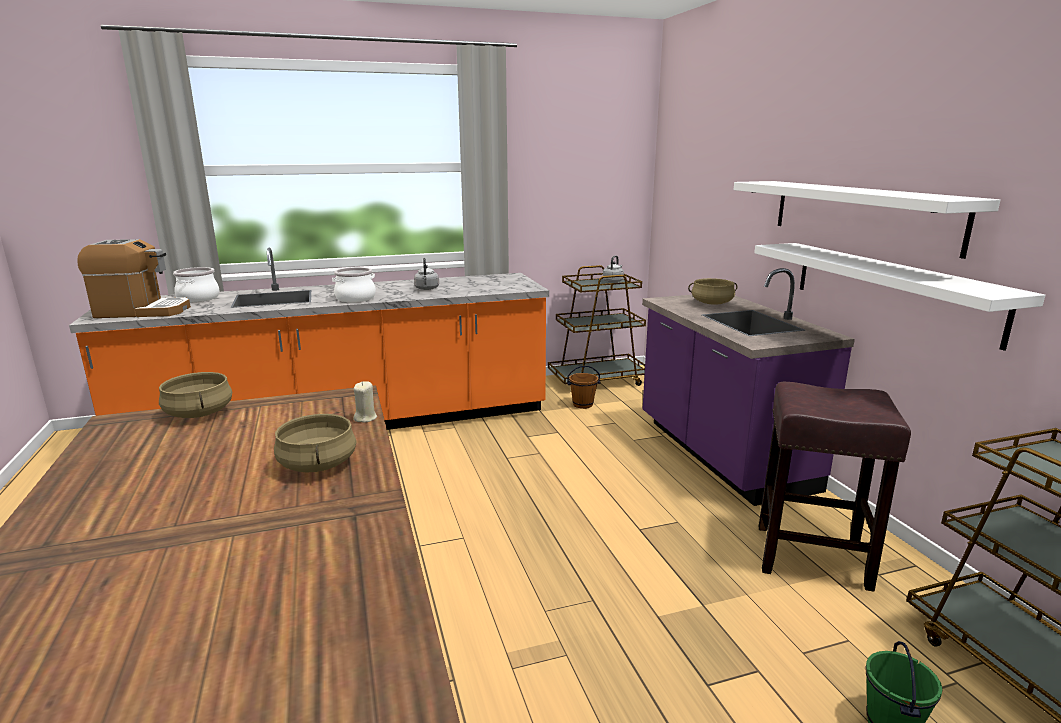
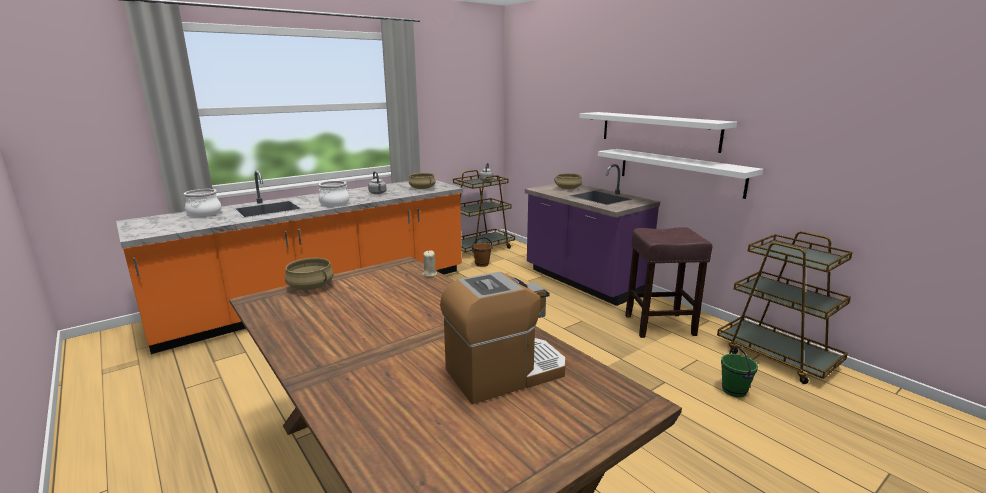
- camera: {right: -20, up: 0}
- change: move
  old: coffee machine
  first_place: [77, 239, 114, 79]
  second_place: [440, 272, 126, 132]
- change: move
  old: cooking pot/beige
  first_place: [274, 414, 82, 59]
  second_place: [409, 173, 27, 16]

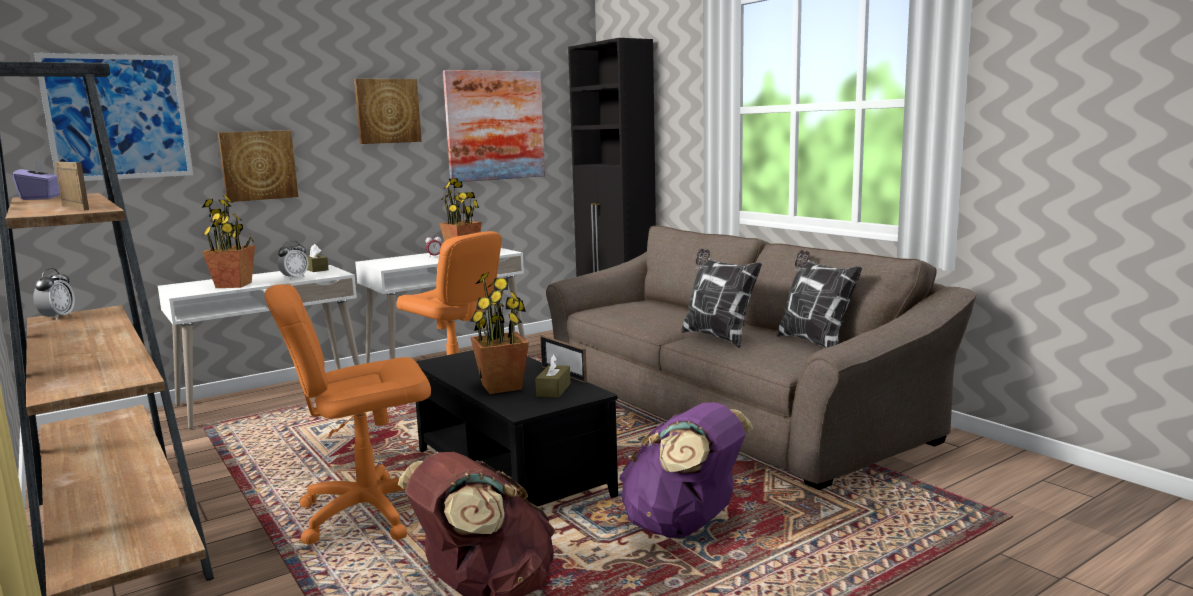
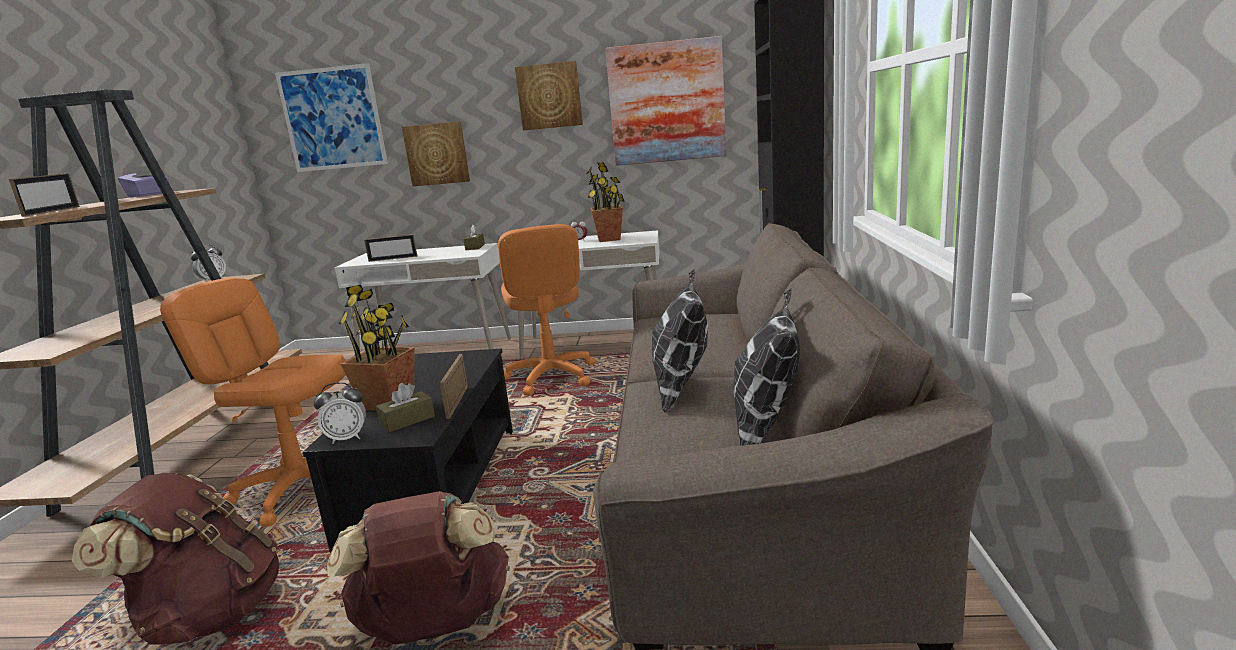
- camera: {right: 40, up: 5}
- change: replace
  old: potted plant
  new: picture frame
  first_place: [202, 195, 53, 93]
  second_place: [364, 234, 53, 28]
- change: move
  old: alarm clock
  first_place: [278, 240, 30, 40]
  second_place: [314, 382, 52, 62]
- change: recolor
  old: backpack/purple
  new: backpack/brown
  first_place: [619, 402, 134, 136]
  second_place: [327, 491, 183, 154]

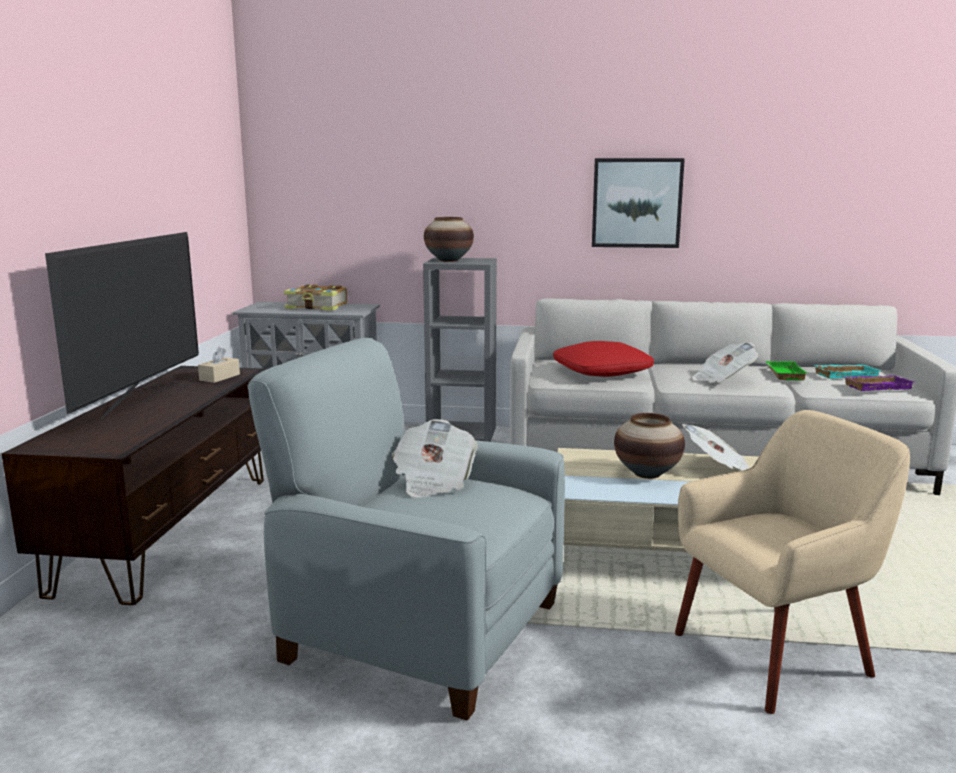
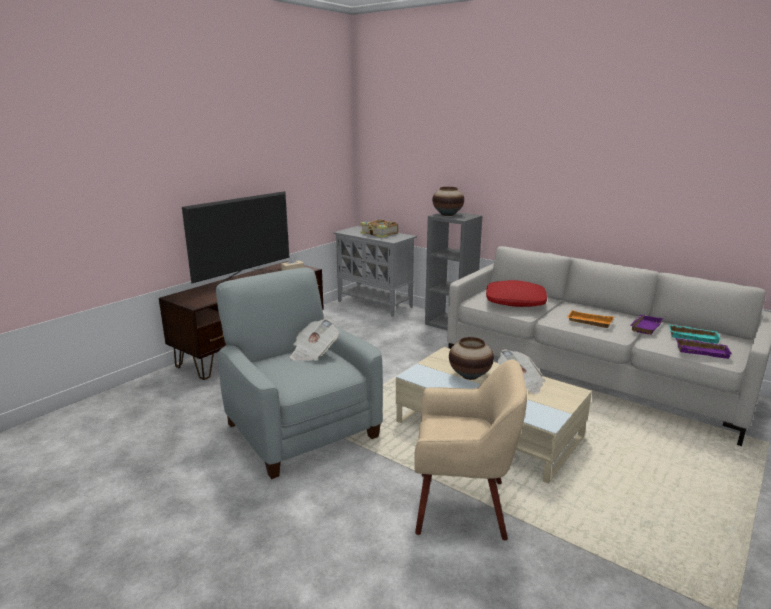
- camera: {right: 30, up: 5}
- change: delete
  old: picture
  first_place: [592, 158, 93, 90]
- change: replace
  old: newspaper
  new: tray/orange
  first_place: [692, 342, 66, 41]
  second_place: [567, 310, 47, 18]
- change: recolor
  old: tray/green
  new: tray/purple
  first_place: [765, 361, 44, 20]
  second_place: [630, 315, 33, 20]

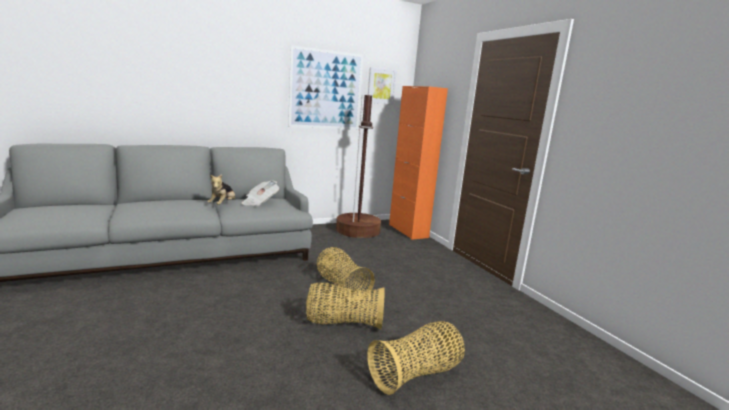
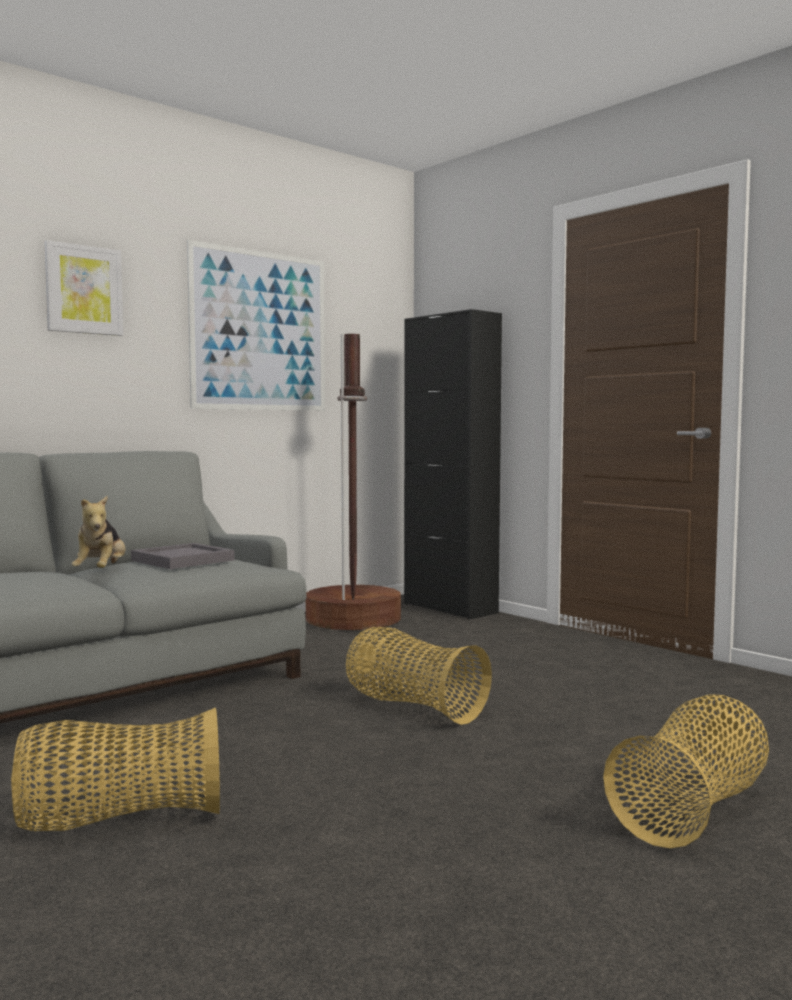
- camera: {right: -15, up: -10}
- change: move
  old: picture
  first_place: [368, 67, 29, 37]
  second_place: [44, 240, 79, 96]
- change: recolor
  old: cabinet/orange
  new: cabinet/black
  first_place: [389, 86, 59, 154]
  second_place: [404, 309, 98, 310]
- change: replace
  old: newspaper
  new: tray/grey
  first_place: [242, 181, 37, 25]
  second_place: [131, 543, 104, 26]
- change: move
  old: basket
  first_place: [306, 283, 79, 46]
  second_place: [11, 707, 209, 124]

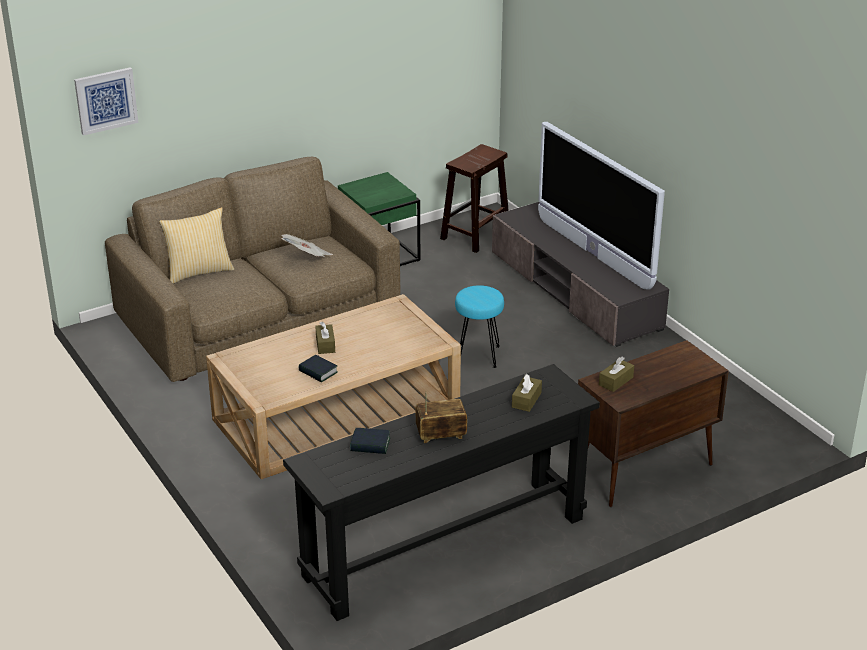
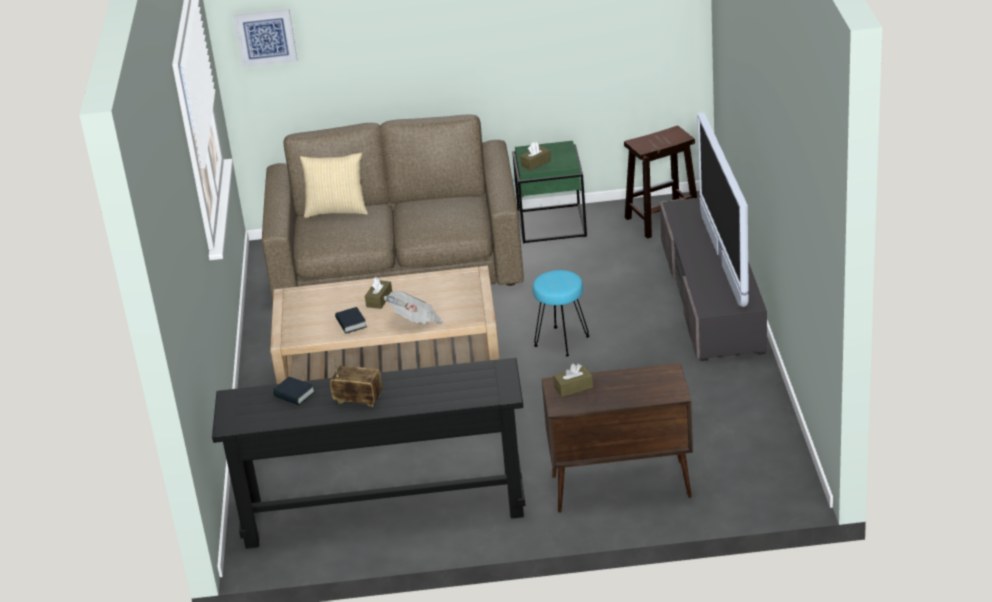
- camera: {right: 30, up: 0}
- change: move
  old: newspaper
  first_place: [281, 234, 52, 23]
  second_place: [384, 291, 59, 33]
- change: move
  old: tissue box/brown
  first_place: [512, 374, 30, 38]
  second_place: [520, 142, 31, 29]

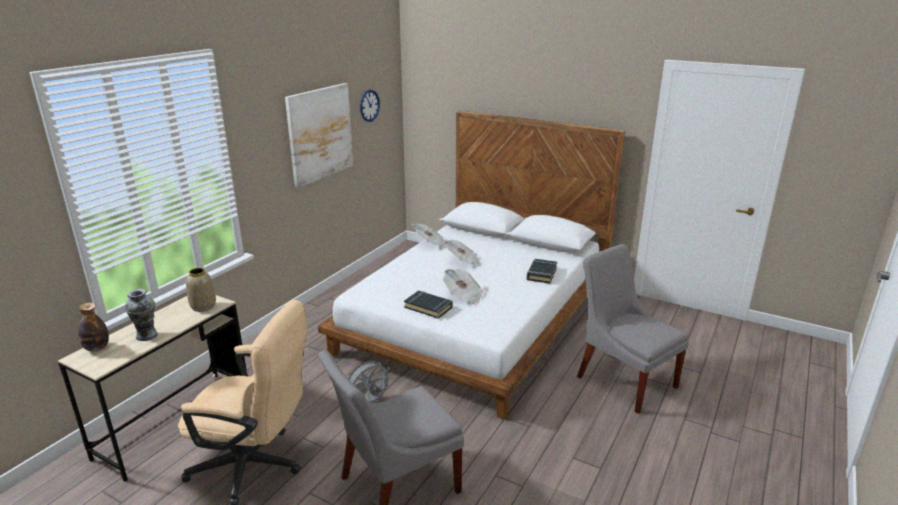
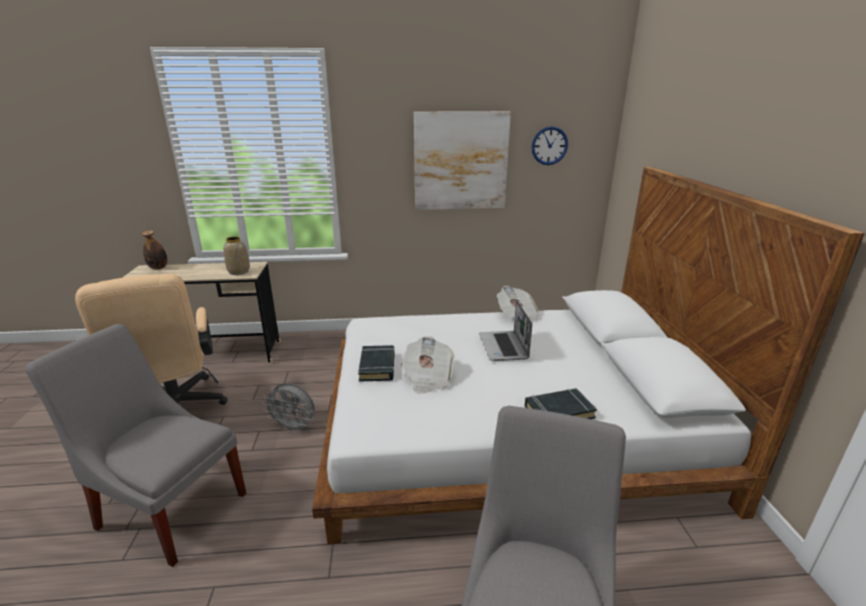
- camera: {right: 55, up: 0}
- change: replace
  old: newspaper
  new: laptop
  first_place: [444, 240, 37, 25]
  second_place: [479, 300, 53, 61]
- change: delete
  old: vase
  first_place: [125, 289, 33, 52]

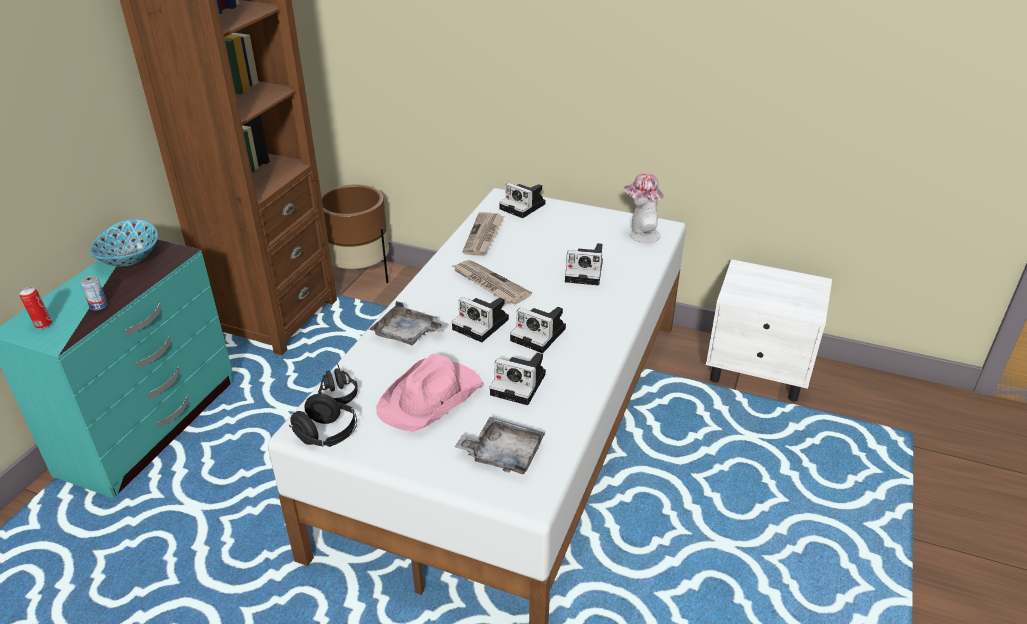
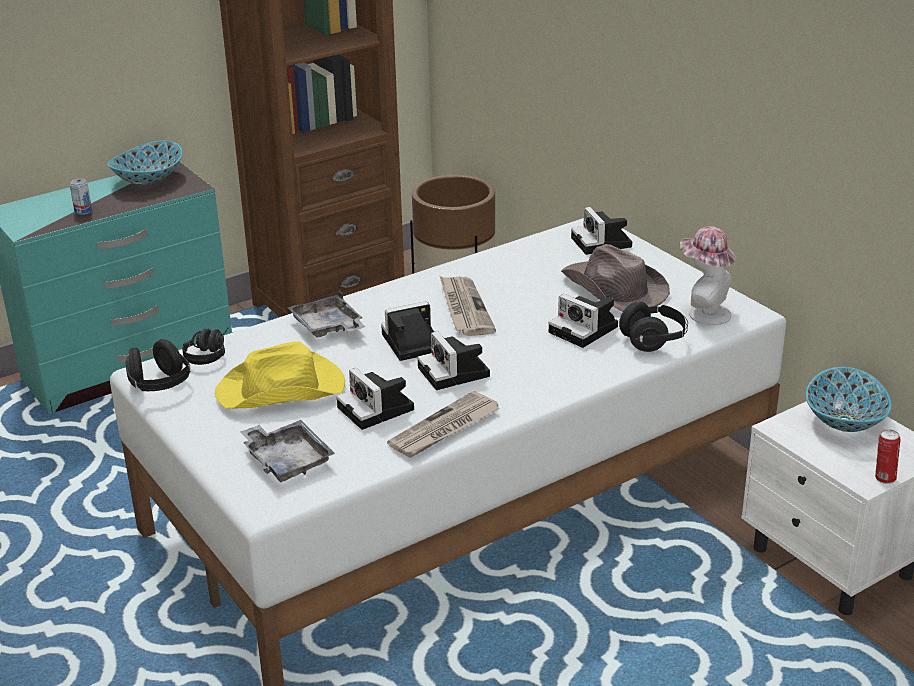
- camera: {right: 35, up: -5}
- change: move
  old: newspaper
  first_place: [462, 212, 42, 44]
  second_place: [387, 391, 113, 67]
- change: move
  old: can
  first_place: [19, 287, 33, 42]
  second_place: [875, 430, 26, 54]
- change: rotate
  old: photo camera
  first_place: [452, 297, 57, 45]
  second_place: [381, 302, 53, 59]
  degrees: 90
- change: recolor
  old: hat/pink
  new: hat/yellow
  first_place: [376, 354, 108, 78]
  second_place: [215, 341, 130, 68]
- change: insert
  new: hat/brown
  second_place: [561, 244, 109, 68]
- change: insert
  new: headphones/black
  second_place: [619, 302, 69, 50]
- change: insert
  new: bowl
  second_place: [806, 367, 86, 65]

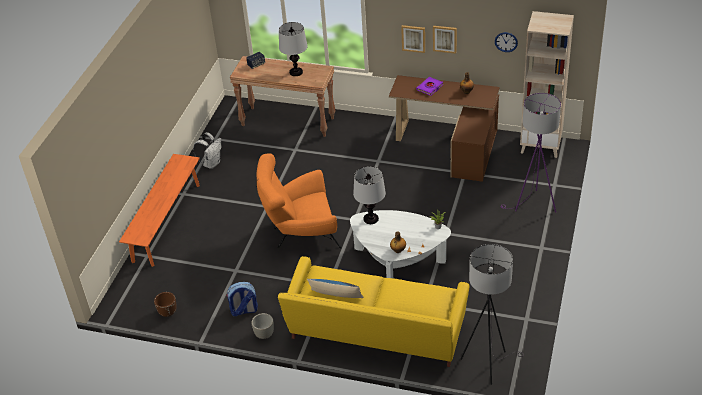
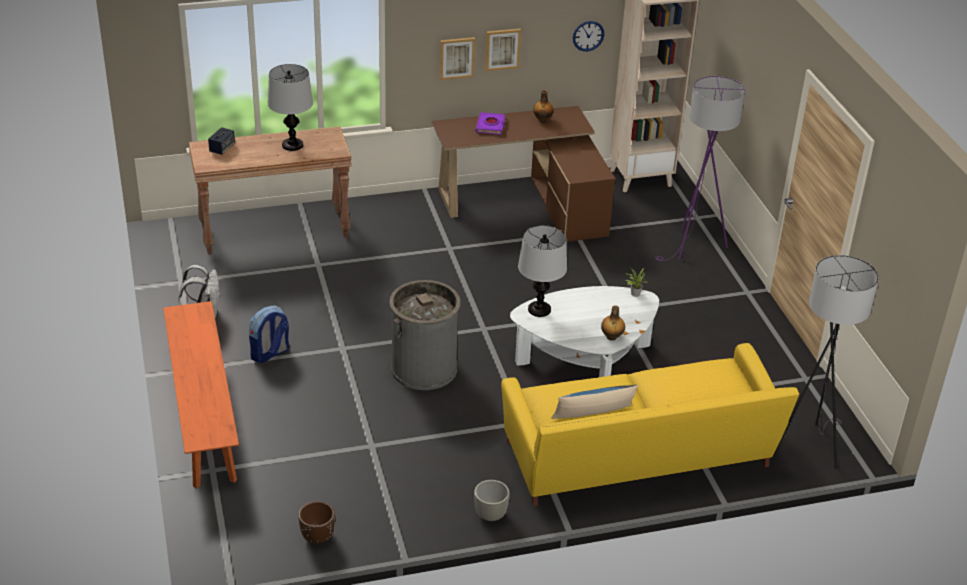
- camera: {right: -35, up: -5}
- change: replace
  old: armchair/orange
  new: trash can/grey
  first_place: [257, 153, 85, 96]
  second_place: [389, 280, 72, 110]
- change: move
  old: backpack
  first_place: [227, 282, 31, 34]
  second_place: [249, 305, 40, 58]

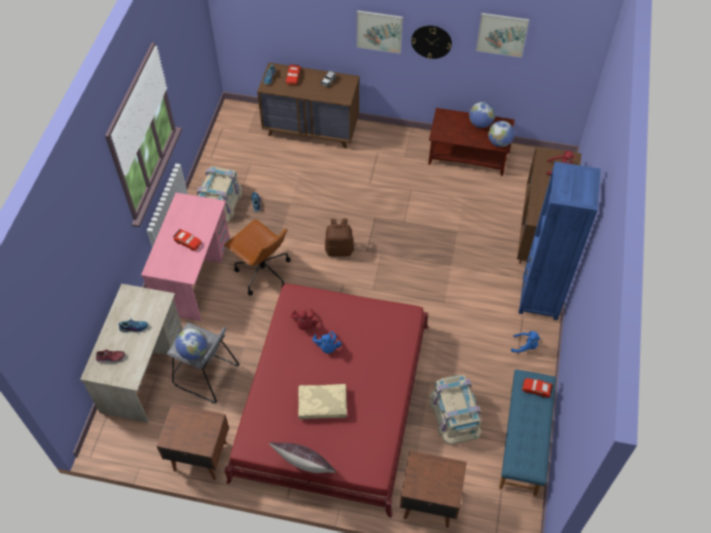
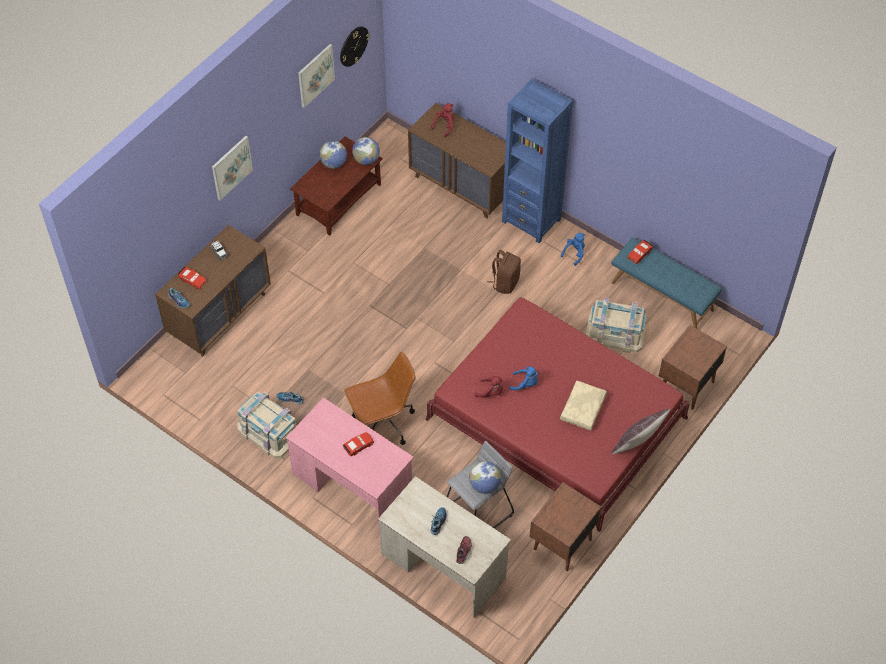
- camera: {right: -65, up: 0}
- change: move
  old: wall clock
  first_place: [411, 25, 41, 34]
  second_place: [340, 26, 30, 41]
- change: move
  old: backpack/brown
  first_place: [325, 218, 29, 39]
  second_place: [487, 250, 34, 44]

